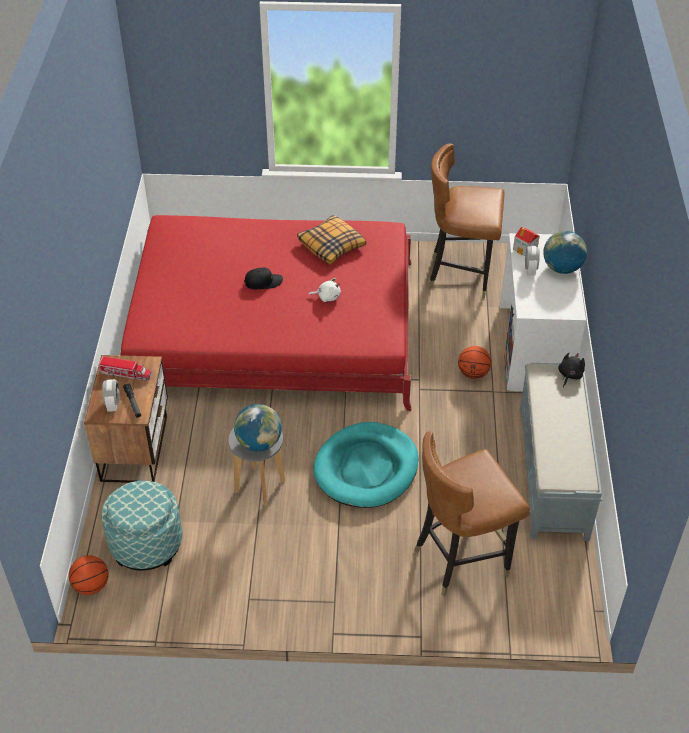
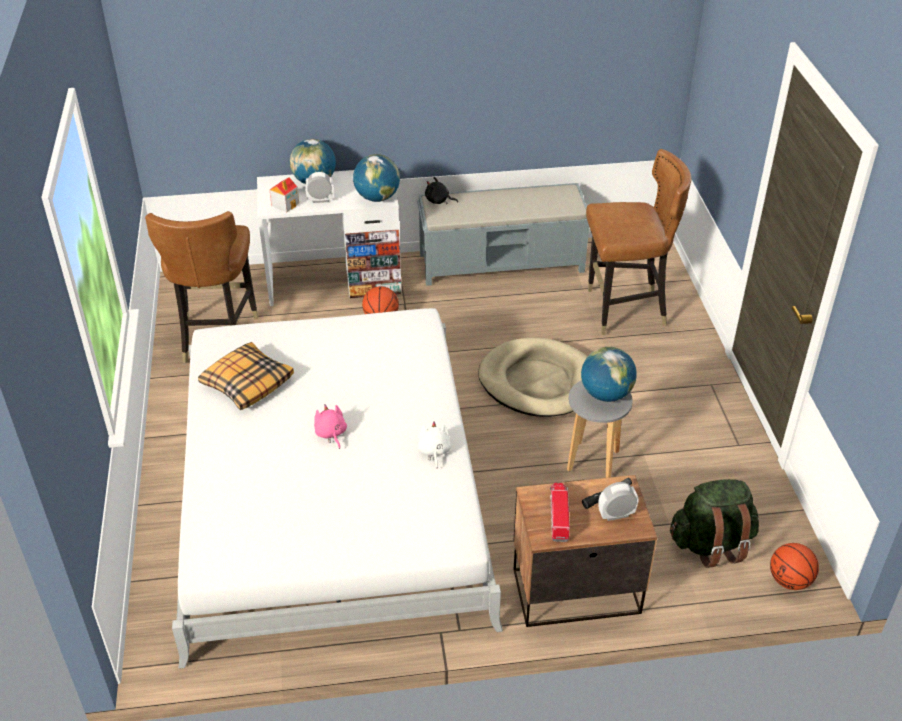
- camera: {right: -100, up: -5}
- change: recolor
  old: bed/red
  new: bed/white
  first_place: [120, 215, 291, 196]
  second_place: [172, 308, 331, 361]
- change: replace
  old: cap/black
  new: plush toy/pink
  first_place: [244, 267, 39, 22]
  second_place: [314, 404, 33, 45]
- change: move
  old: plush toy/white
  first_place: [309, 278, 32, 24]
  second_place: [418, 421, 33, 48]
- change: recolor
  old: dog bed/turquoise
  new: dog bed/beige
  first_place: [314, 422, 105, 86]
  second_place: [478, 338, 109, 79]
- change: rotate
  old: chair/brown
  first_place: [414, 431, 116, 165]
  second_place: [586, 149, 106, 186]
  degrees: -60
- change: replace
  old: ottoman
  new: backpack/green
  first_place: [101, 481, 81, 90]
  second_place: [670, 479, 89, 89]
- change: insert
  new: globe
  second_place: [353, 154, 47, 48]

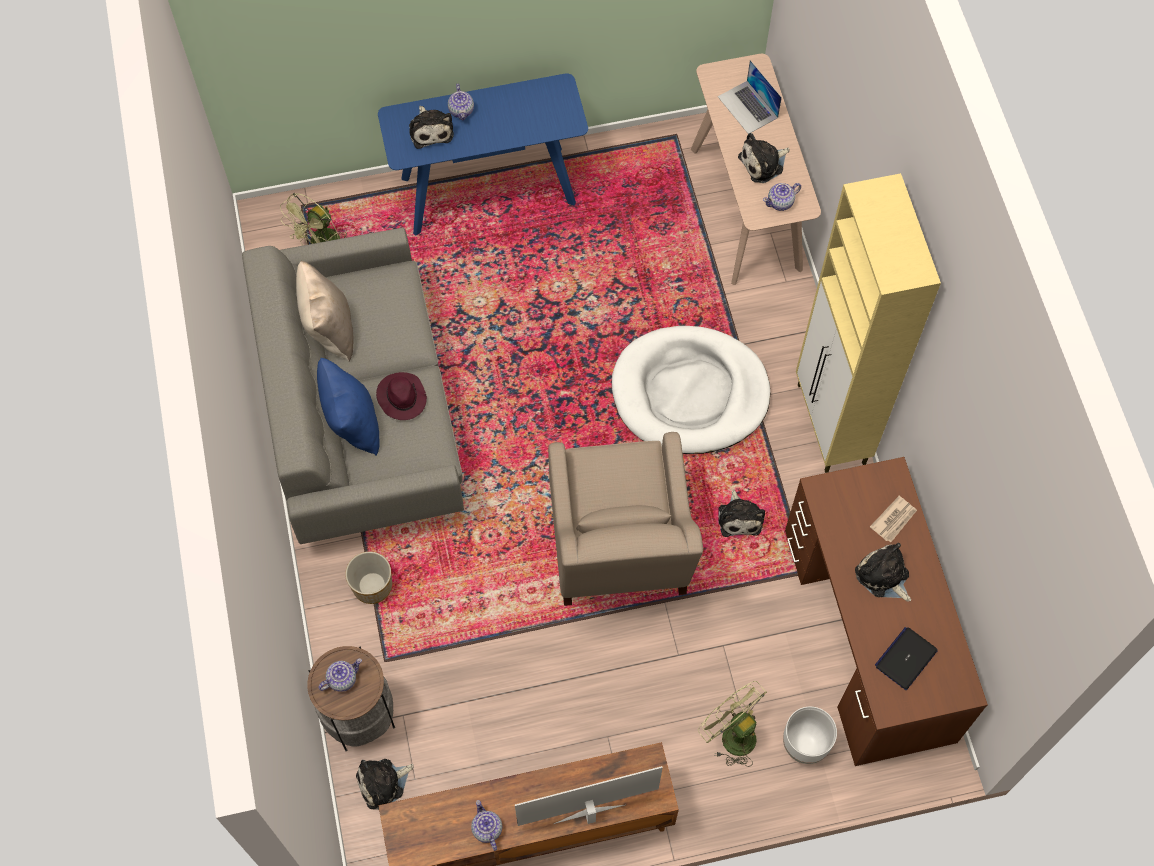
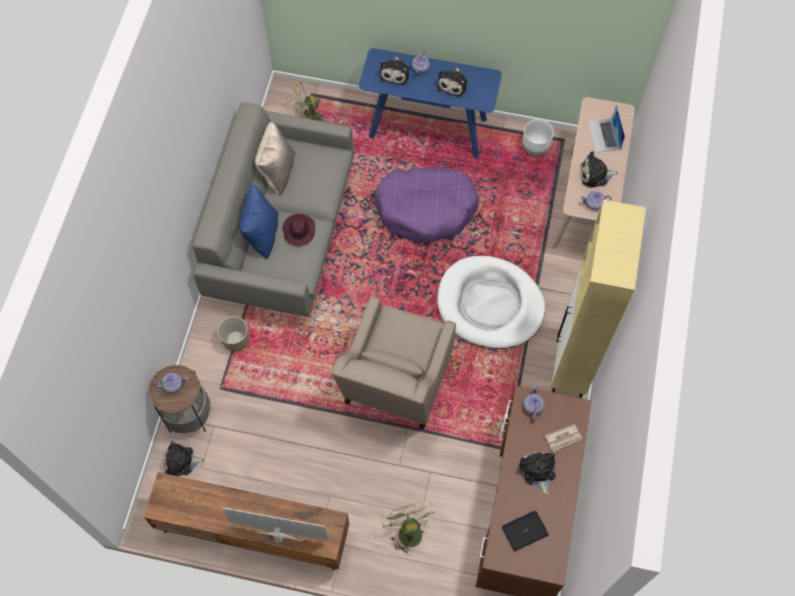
- camera: {right: 25, up: 0}
- change: move
  old: plush toy
  first_place: [718, 489, 47, 48]
  second_place: [437, 67, 31, 30]
- change: move
  old: planter/white
  first_place: [783, 707, 54, 57]
  second_place: [522, 119, 32, 36]
- change: move
  old: teapot
  first_place: [471, 800, 31, 51]
  second_place: [524, 386, 20, 34]
- change: insert
  new: dog bed/purple
  second_place: [374, 167, 105, 76]

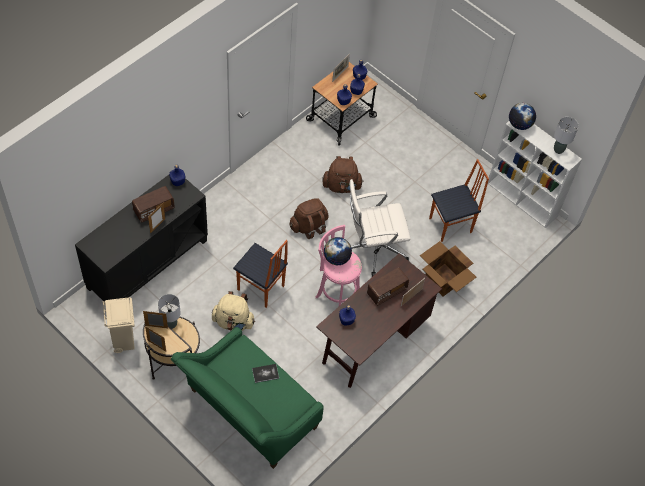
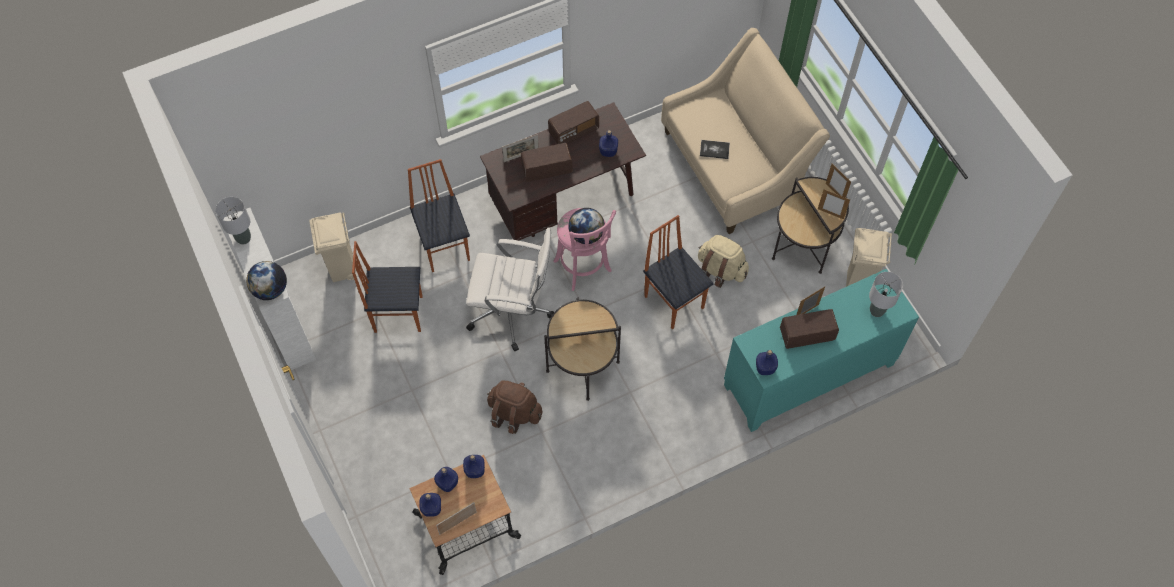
- camera: {right: -155, up: 5}
- change: recolor
  old: cabinet/black
  new: cabinet/turquoise
  first_place: [75, 175, 133, 126]
  second_place: [724, 269, 195, 163]
- change: replace
  old: backpack/brown
  new: side table
  first_place: [289, 198, 40, 41]
  second_place: [544, 297, 77, 104]
- change: replace
  old: cardboard box
  new: chair
  first_place: [420, 241, 56, 56]
  second_place: [408, 159, 62, 113]
- change: move
  old: table lamp/grey
  first_place: [158, 294, 23, 35]
  second_place: [869, 272, 34, 45]
- change: recolor
  old: sofa/green
  new: sofa/beige
  first_place: [171, 327, 153, 142]
  second_place: [661, 28, 169, 206]
- change: insert
  new: radio
  second_place: [548, 101, 51, 43]
- change: insert
  new: trash can/beige
  second_place: [309, 212, 48, 70]

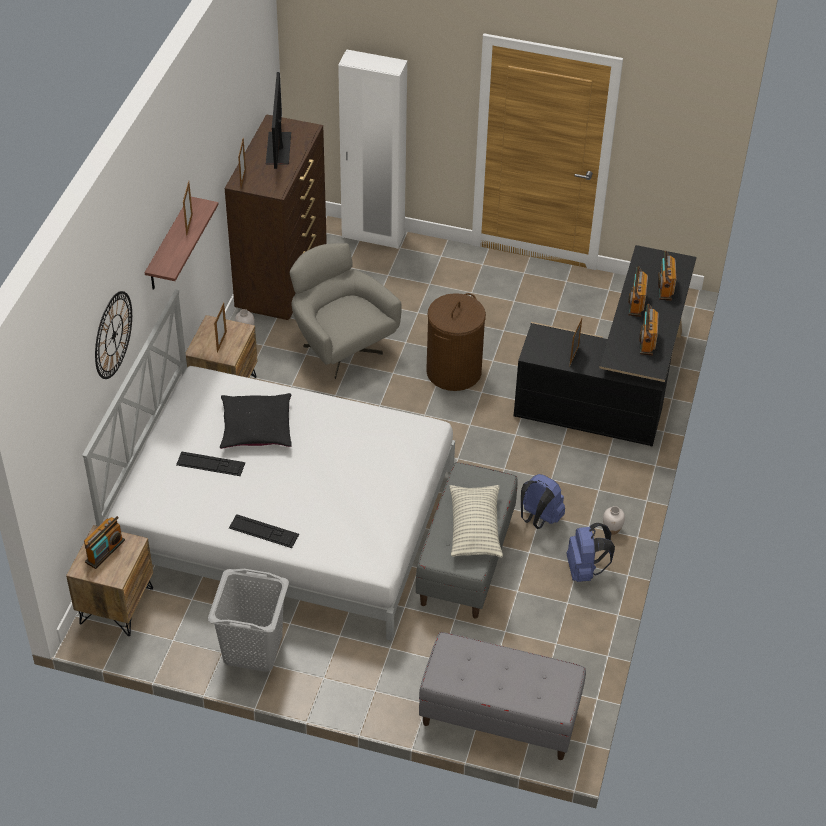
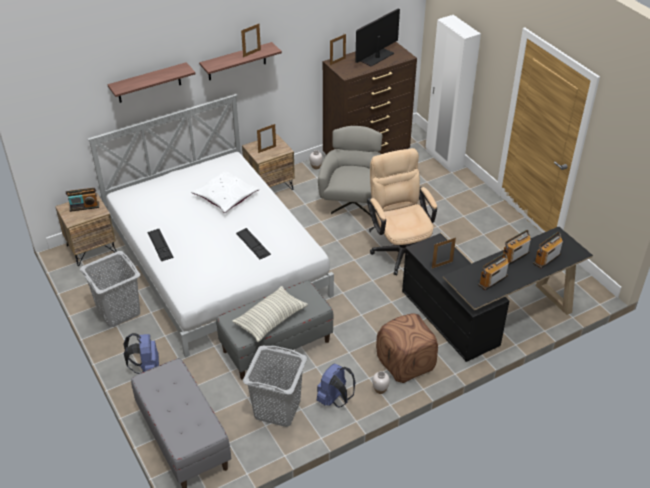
- camera: {right: 45, up: -5}
- change: replace
  old: wall clock
  new: shelf
  first_place: [95, 291, 37, 88]
  second_place: [107, 62, 88, 41]
- change: replace
  old: laundry basket/brown
  new: office chair/beige
  first_place: [426, 293, 60, 98]
  second_place: [367, 148, 70, 127]
- change: recolor
  old: pillow/black
  new: pillow/white
  first_place: [220, 393, 72, 56]
  second_place: [191, 170, 69, 43]
- change: move
  old: keyboard
  first_place: [176, 451, 69, 25]
  second_place: [236, 228, 35, 31]
- change: move
  old: backpack/blue
  first_place: [521, 474, 44, 55]
  second_place: [123, 333, 36, 41]
- change: insert
  new: ottoman/brown
  second_place: [376, 313, 62, 70]
- change: insert
  new: laundry basket/grey
  second_place: [243, 345, 64, 82]

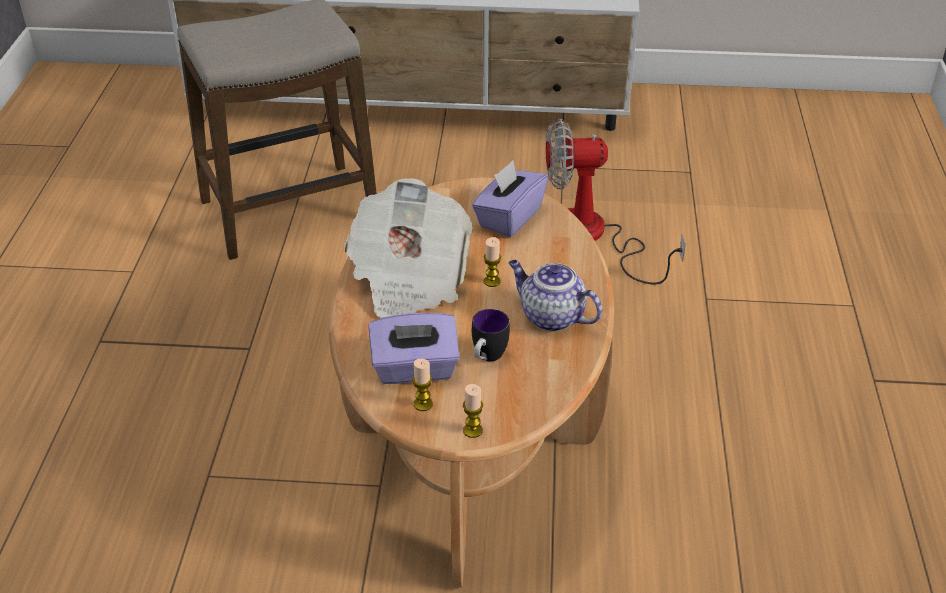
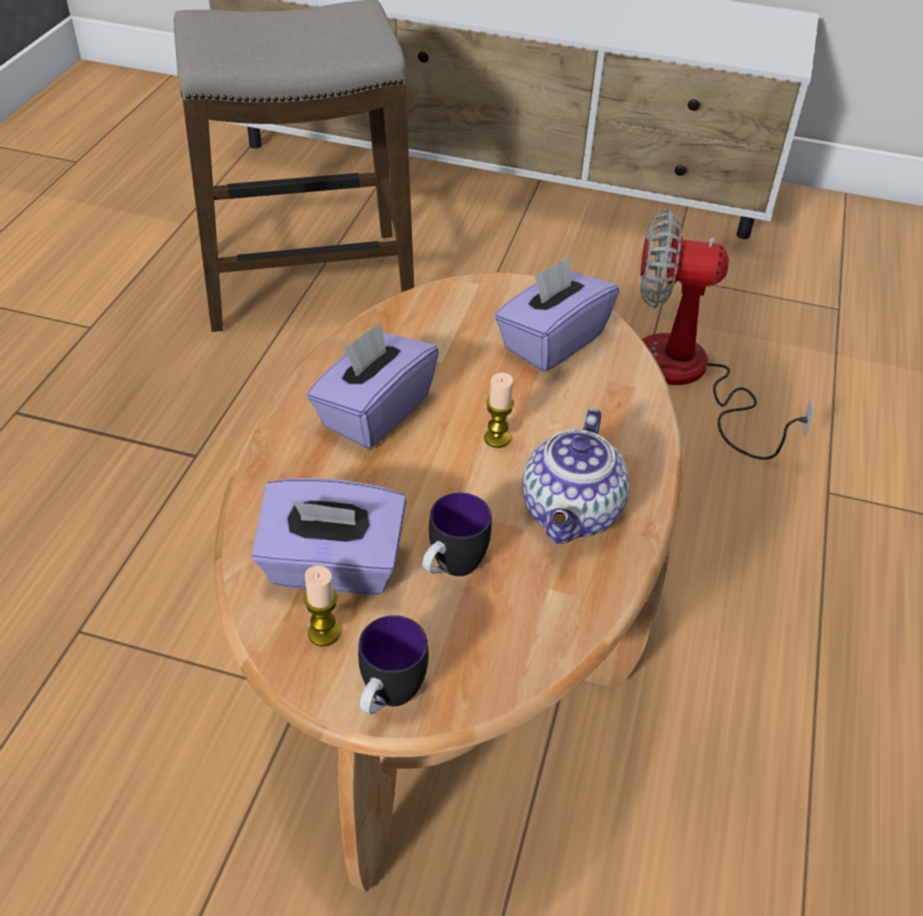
- camera: {right: 10, up: 5}
- change: replace
  old: newspaper
  new: tissue box/purple
  first_place: [344, 178, 129, 140]
  second_place: [307, 322, 132, 127]
- change: rotate
  old: teapot
  first_place: [508, 260, 94, 72]
  second_place: [522, 408, 108, 136]
  degrees: -120
- change: replace
  old: candle
  new: mug
  first_place: [463, 384, 20, 54]
  second_place: [358, 615, 71, 99]

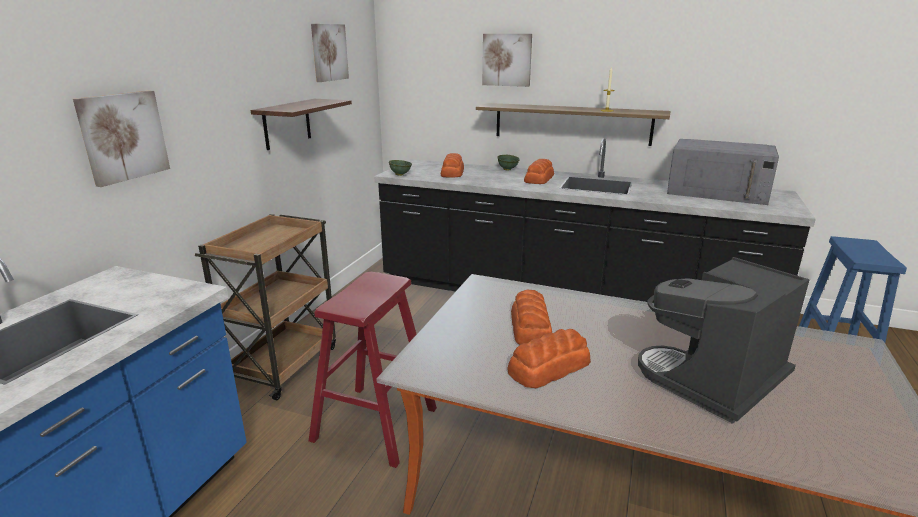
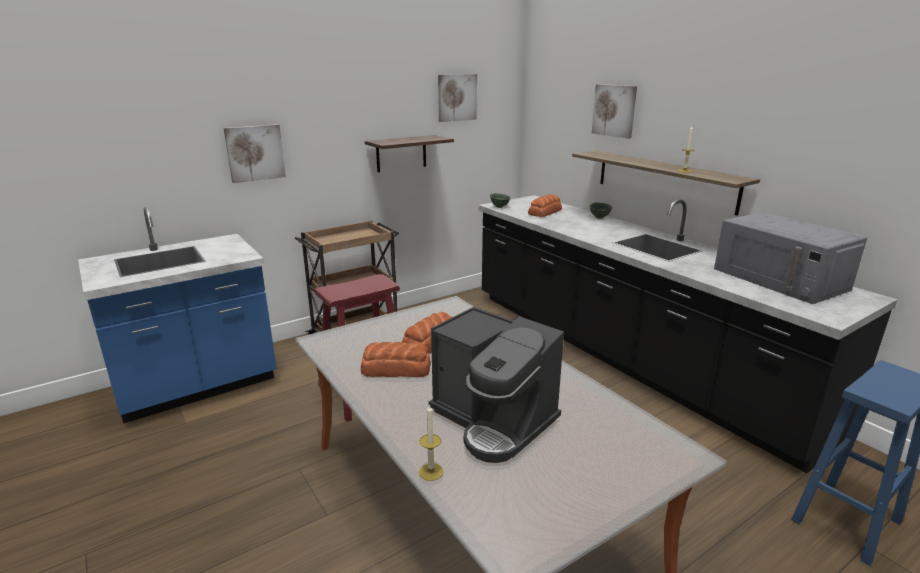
- camera: {right: 35, up: 0}
- change: delete
  old: bread
  first_place: [524, 159, 30, 25]
- change: rotate
  old: coffee machine
  first_place: [638, 257, 172, 167]
  second_place: [429, 307, 135, 156]
  degrees: -135
- change: insert
  new: candle
  second_place: [419, 404, 25, 77]

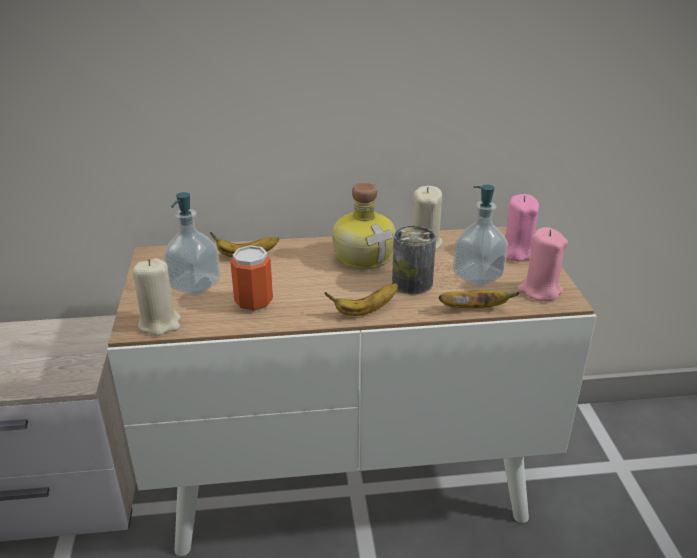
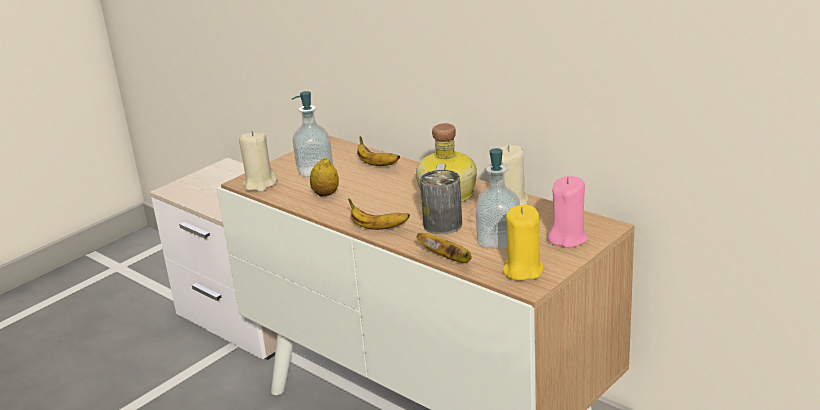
- camera: {right: 50, up: -5}
- change: recolor
  old: candle/pink
  new: candle/yellow
  first_place: [517, 227, 51, 74]
  second_place: [503, 205, 40, 76]
- change: replace
  old: can
  new: lemon
  first_place: [230, 245, 43, 67]
  second_place: [310, 157, 29, 40]

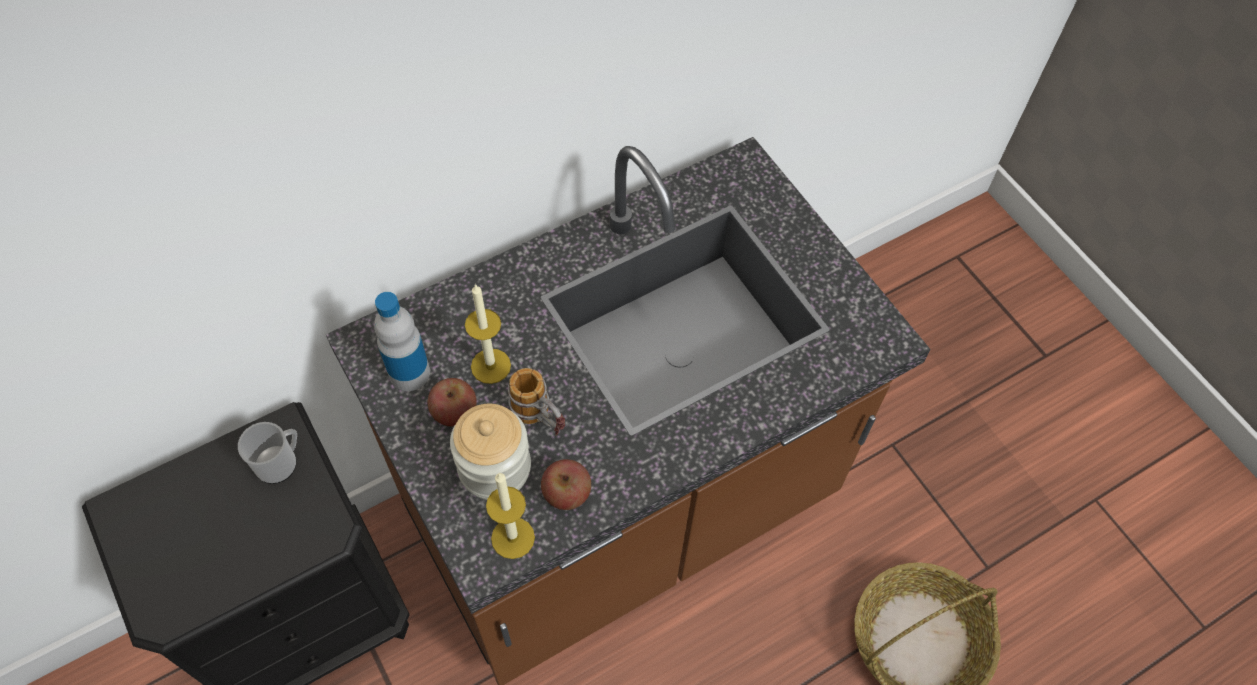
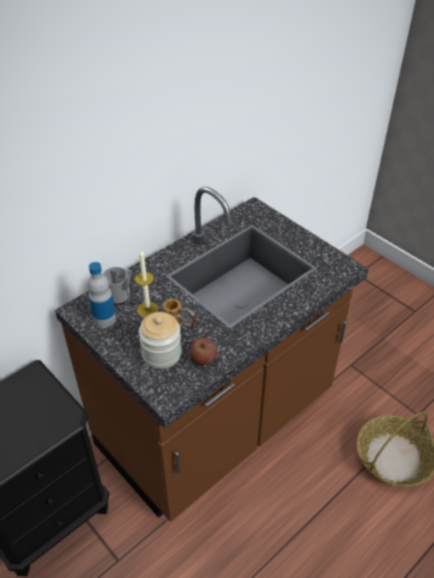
- camera: {right: -10, up: -15}
- change: delete
  old: apple
  first_place: [428, 378, 49, 49]
- change: move
  old: mug
  first_place: [238, 422, 59, 62]
  second_place: [103, 267, 28, 37]
- change: delete
  old: candle
  first_place: [486, 473, 49, 86]

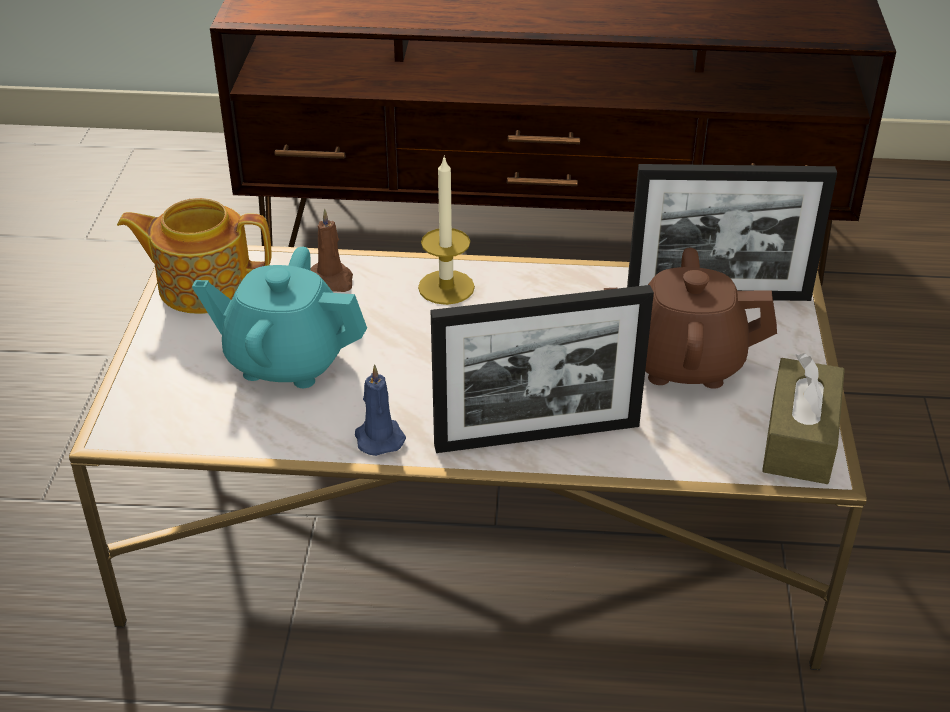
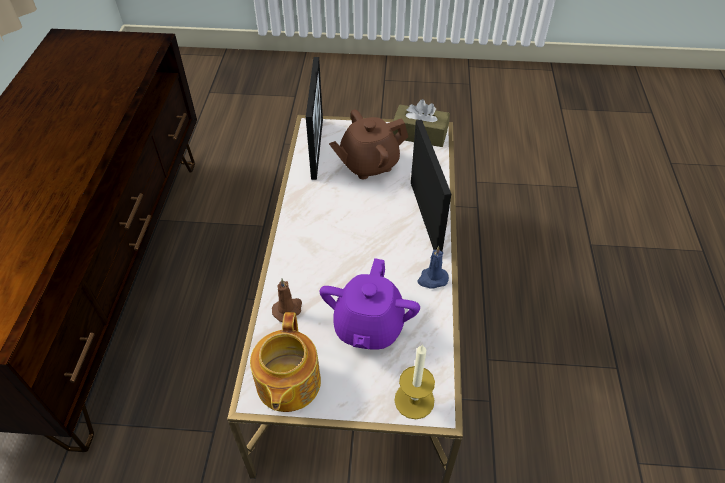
- camera: {right: -90, up: 10}
- change: move
  old: candle
  first_place: [418, 155, 57, 150]
  second_place: [395, 344, 40, 75]
- change: recolor
  old: teapot/turquoise
  new: teapot/purple
  first_place: [192, 247, 175, 141]
  second_place: [319, 258, 101, 92]
- change: rotate
  old: teapot/brown
  first_place: [604, 248, 173, 141]
  second_place: [329, 109, 79, 71]
  degrees: 60

